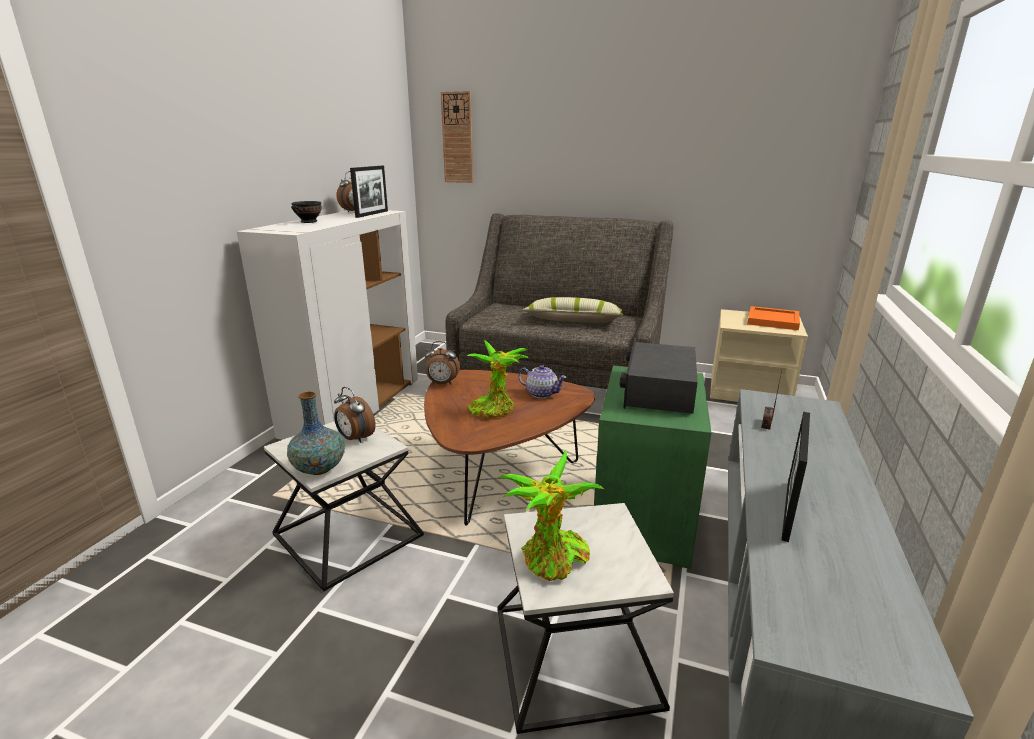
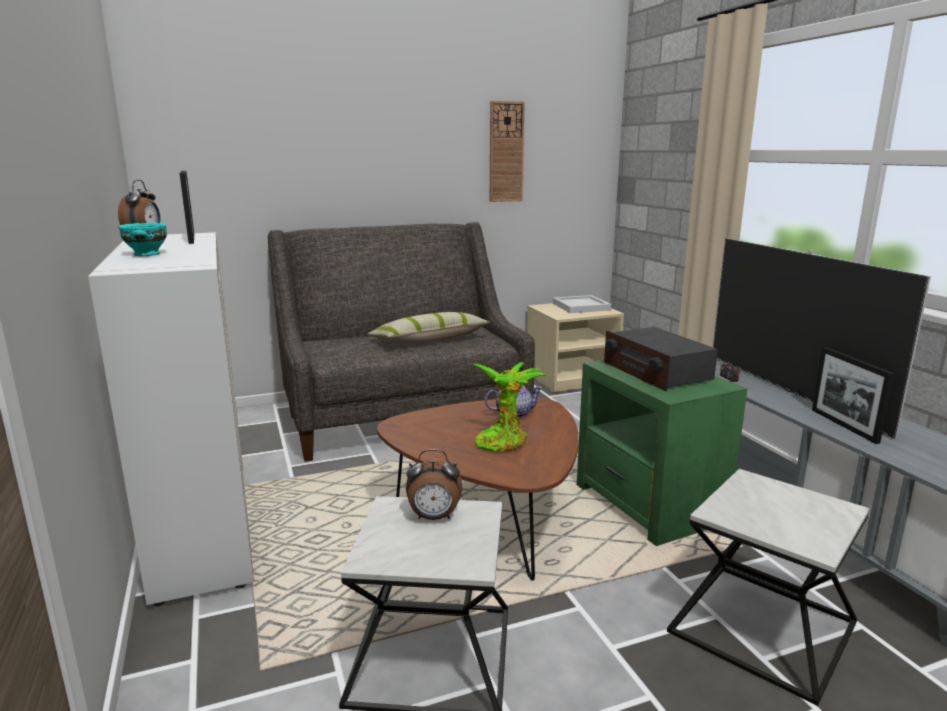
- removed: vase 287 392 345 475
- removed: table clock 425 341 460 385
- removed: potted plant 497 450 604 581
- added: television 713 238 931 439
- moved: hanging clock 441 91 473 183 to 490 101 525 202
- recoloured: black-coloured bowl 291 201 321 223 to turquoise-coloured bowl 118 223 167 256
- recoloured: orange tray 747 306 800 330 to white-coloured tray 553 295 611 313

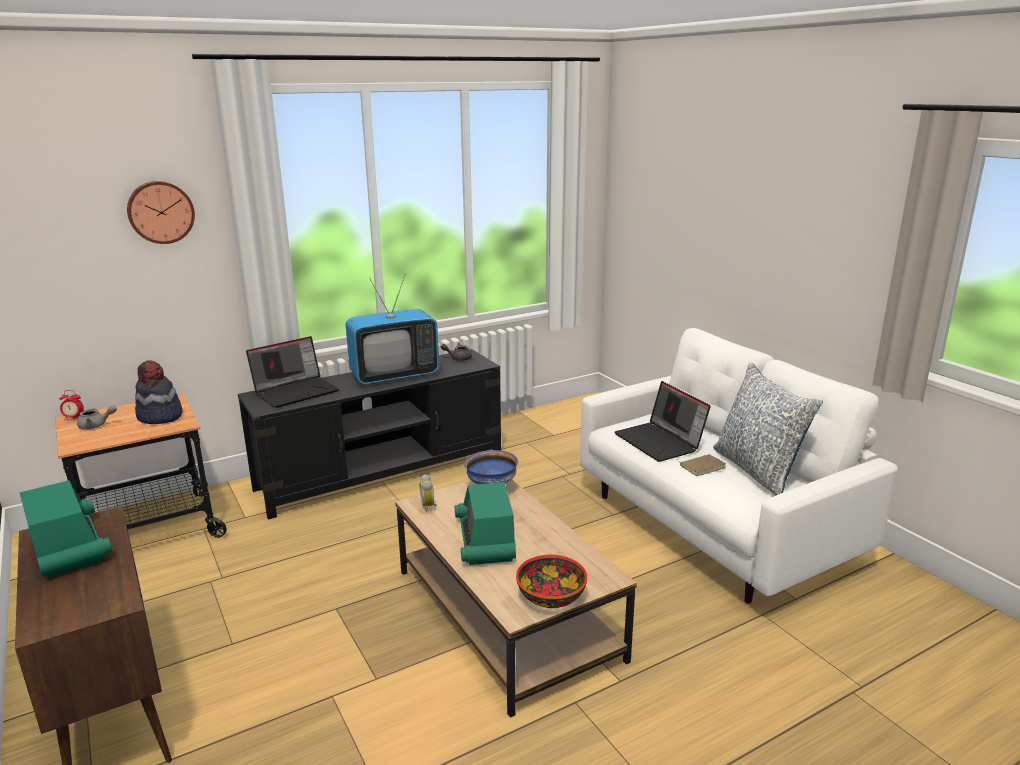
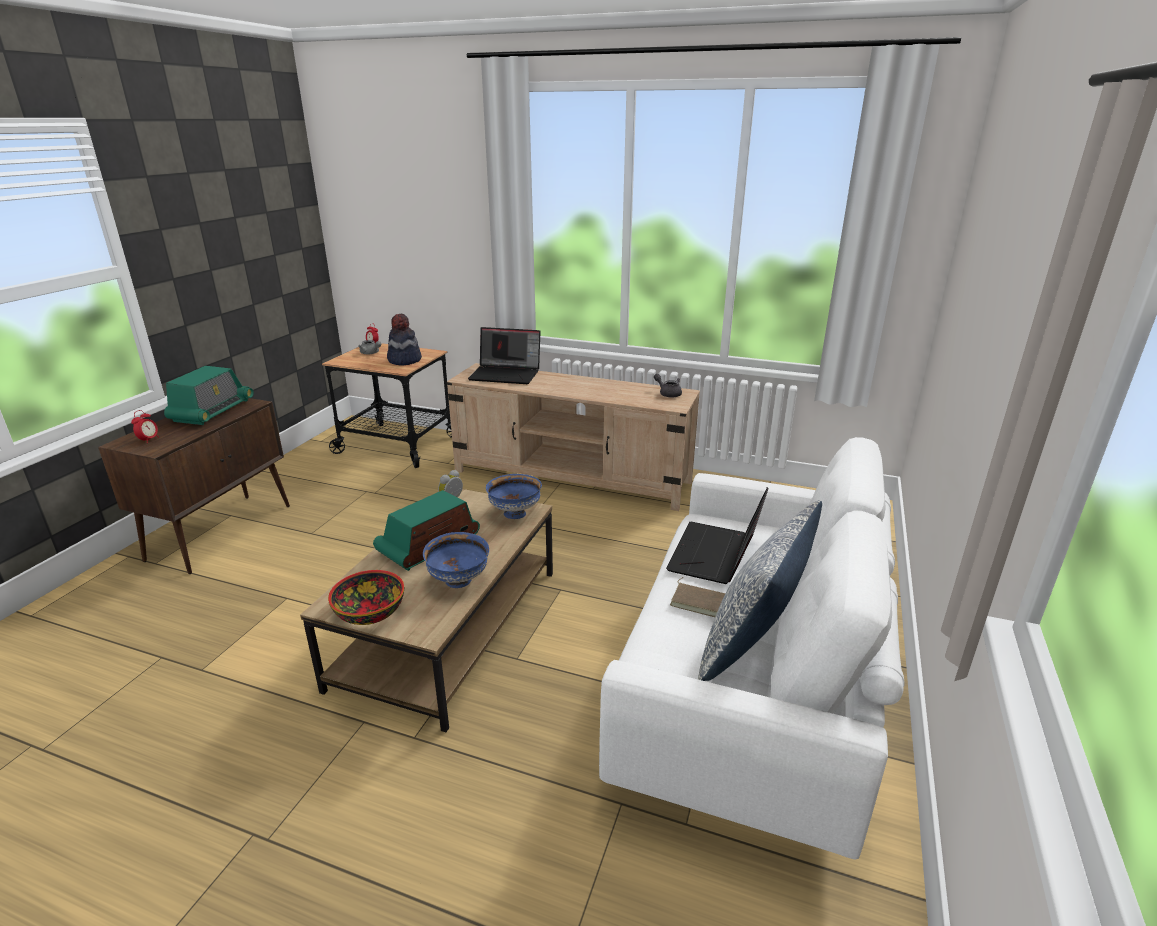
- removed: hanging clock 127 181 195 244
- removed: television 345 274 439 384
- added: table clock 131 410 159 441
- added: blue bowl 423 532 489 588
- recoloured: black-coloured tv stand 238 349 501 520 to beige-coloured tv stand 447 363 700 511

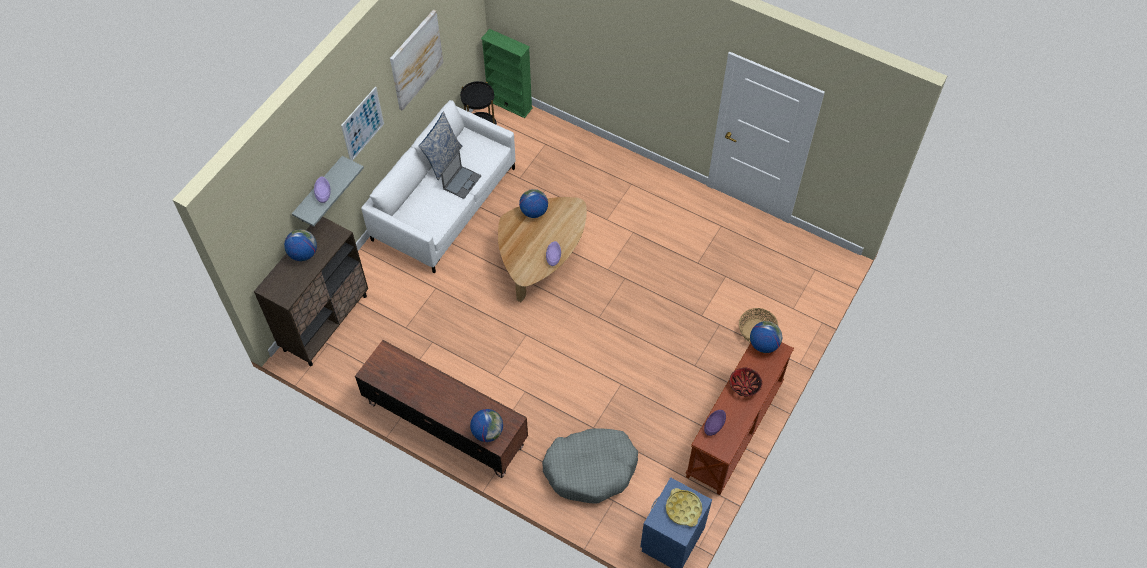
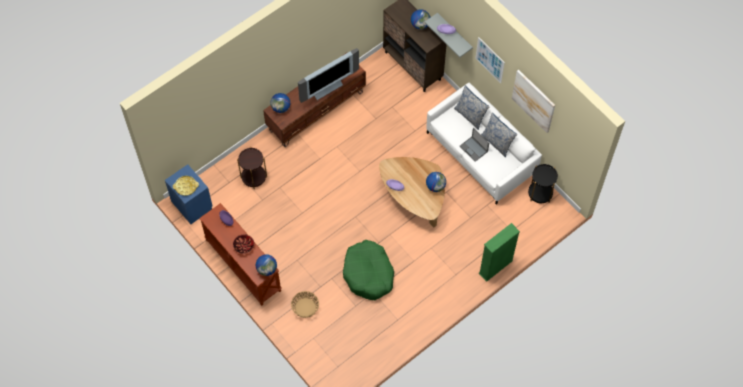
- added: television 298 48 359 103
- added: green-coloured dog cushion 343 240 394 300
- added: pillow 454 86 489 130
- moved: green-coloured bookcase 481 29 533 118 to 479 223 520 282
- replaced: gray dog cushion 542 428 638 503 to brownish end table 237 147 267 189

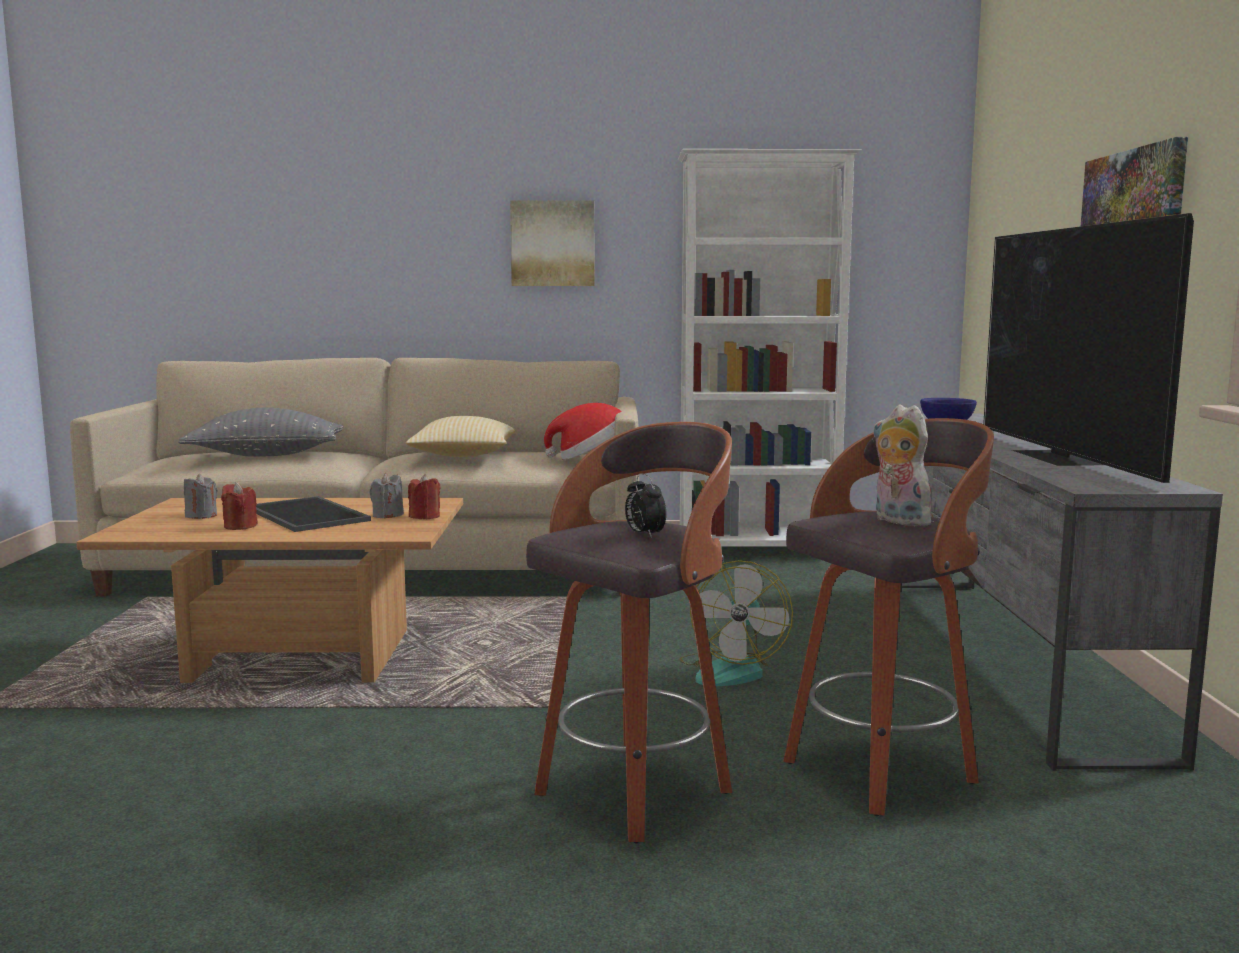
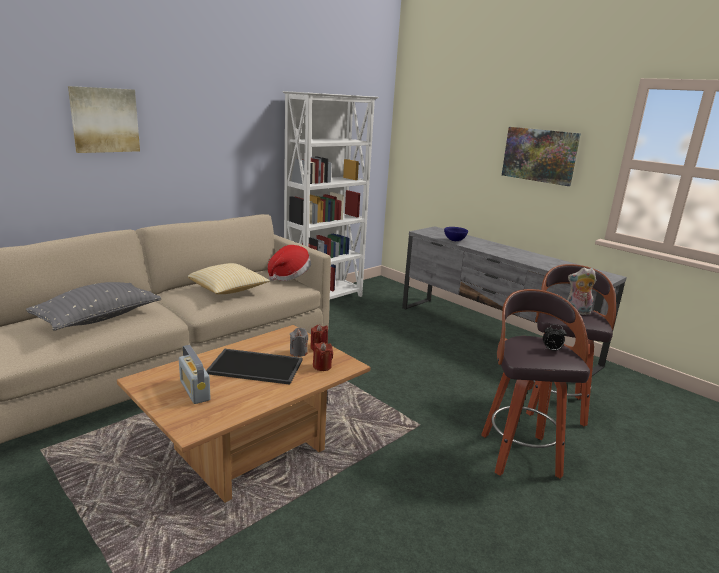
- removed: fan 679 560 793 686
- removed: television 983 213 1194 483
- moved: red wax candle 221 482 258 530 to 313 342 333 371
- moved: picture 510 200 595 286 to 68 86 140 153
- replaced: gray wax candle 184 474 218 519 to radio 179 345 211 404

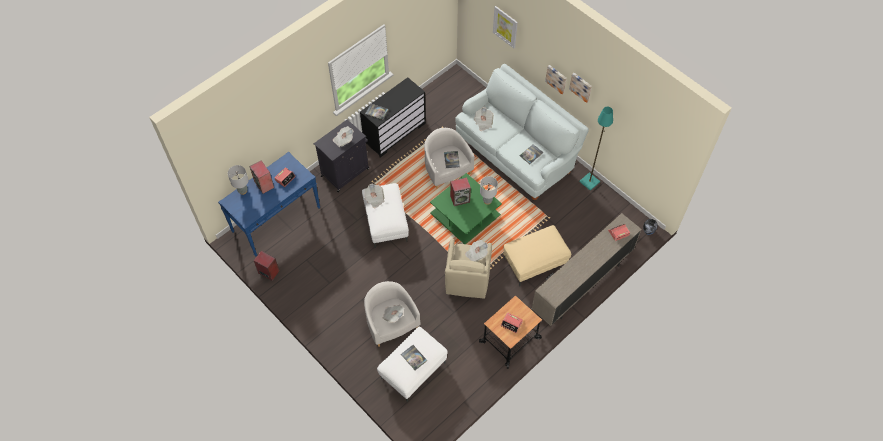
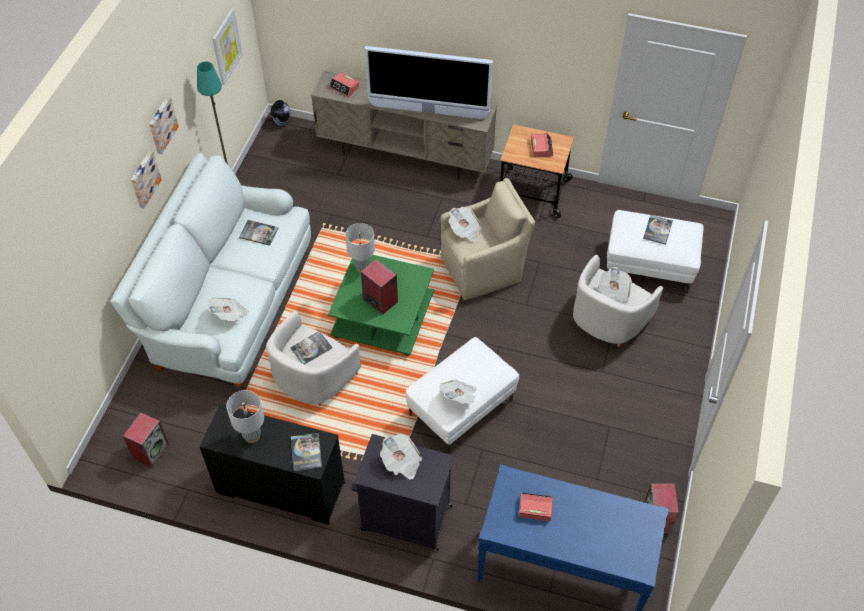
- removed: beige-coloured footrest 504 225 571 286
- added: television 365 46 493 119
- moved: gray table lamp 228 165 248 195 to 226 390 264 443
- moved: speaker 249 160 274 194 to 123 412 169 468
- moved: picture 493 6 518 49 to 212 8 243 85

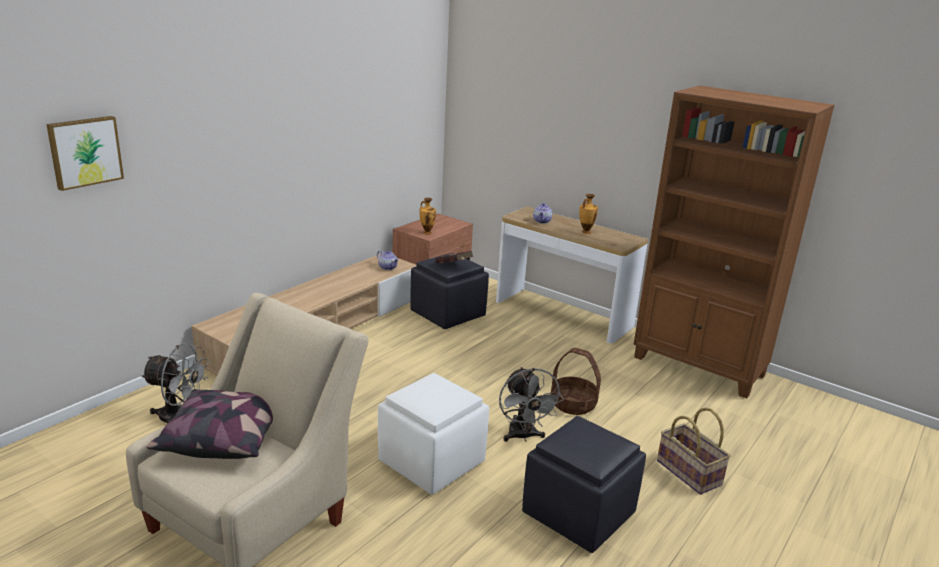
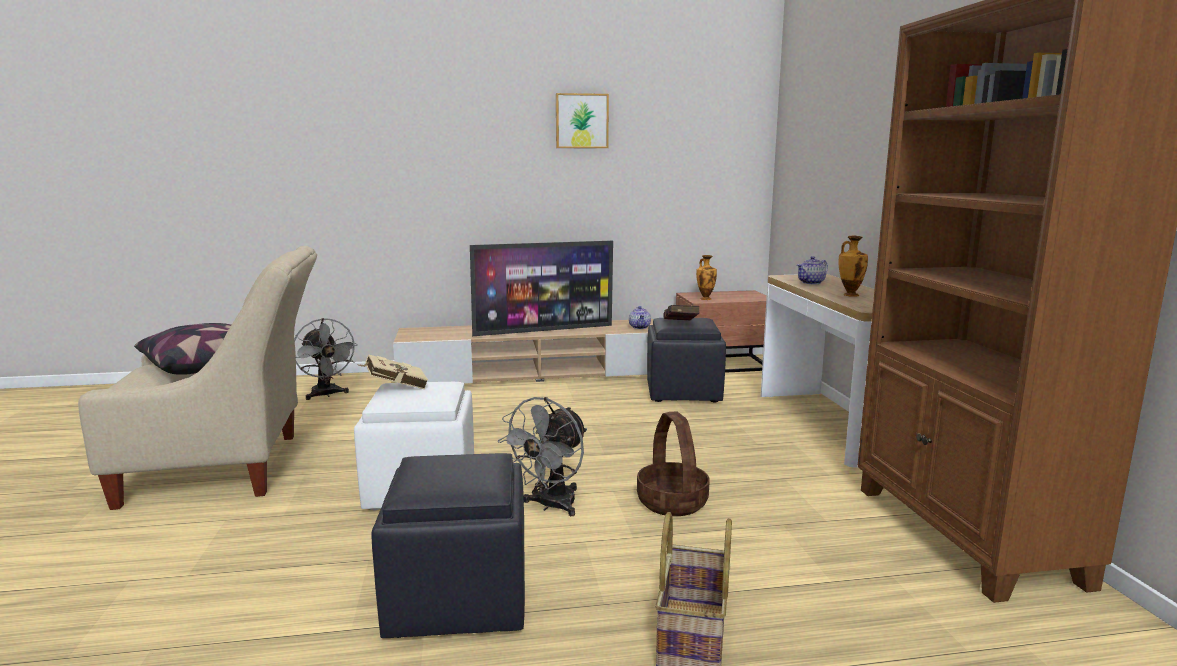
- added: beige-coloured volume 356 354 428 389
- added: television 470 241 613 336
- moved: picture 46 116 124 191 to 556 93 609 148

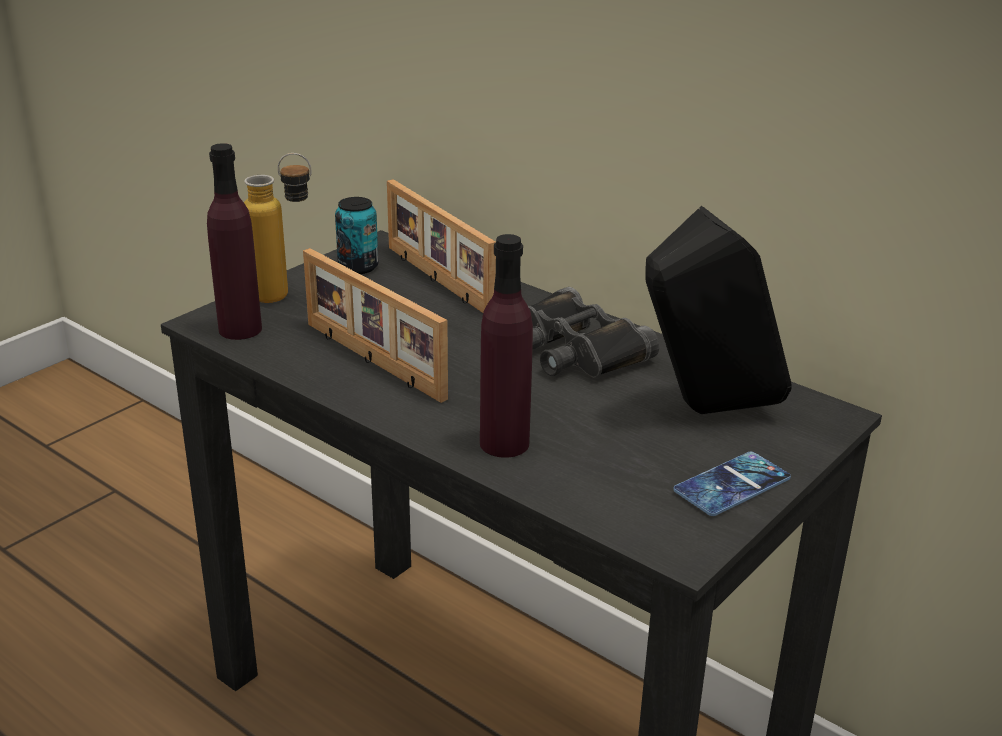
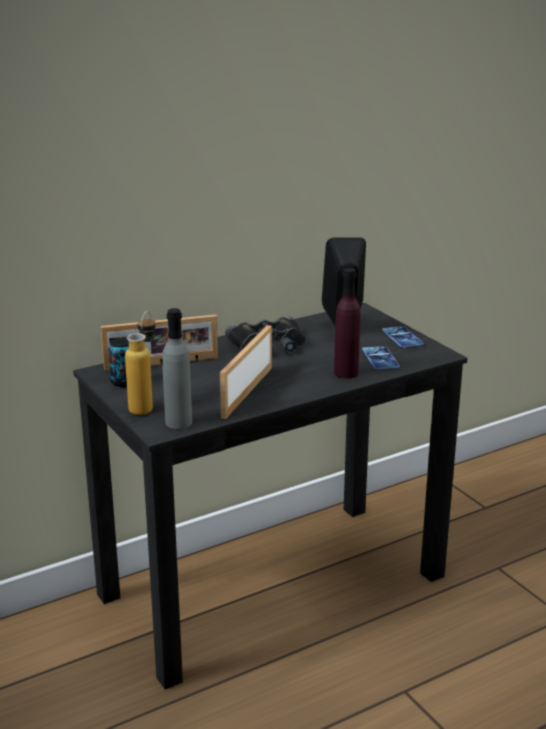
- added: telephone 362 346 400 369
- recoloured: purple bottle 207 143 262 340 to gray bottle 162 308 192 429
- turned: photo frame 303 248 448 403 = 220 325 272 419 135 degrees clockwise

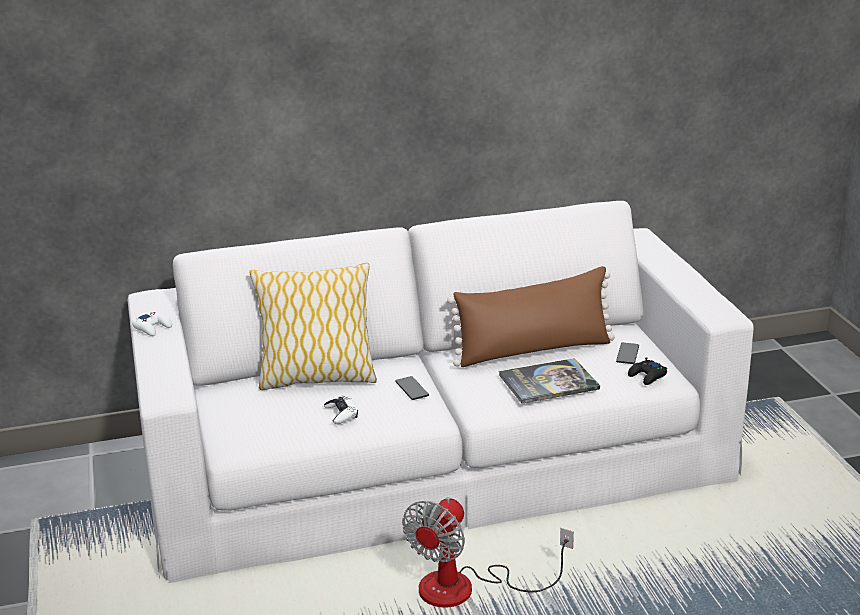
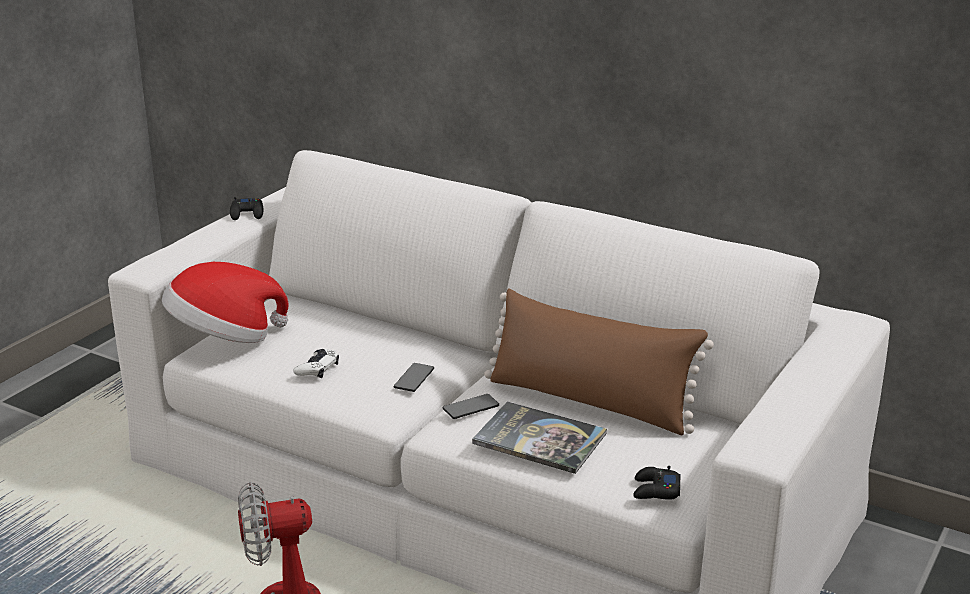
- removed: pillow 249 263 377 390
- added: clothing hat 162 262 289 343
- moved: telephone 616 342 639 364 to 443 394 499 419
- recoloured: white-coloured joypad 132 312 172 336 to black-coloured joypad 230 197 263 220

